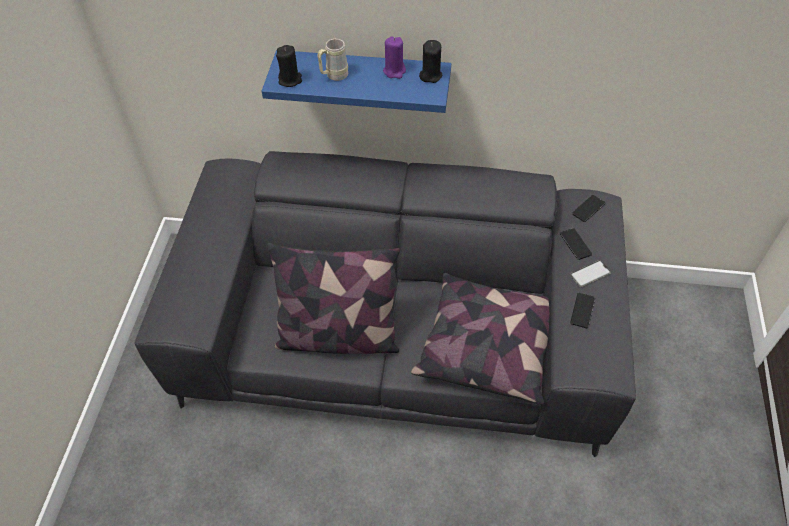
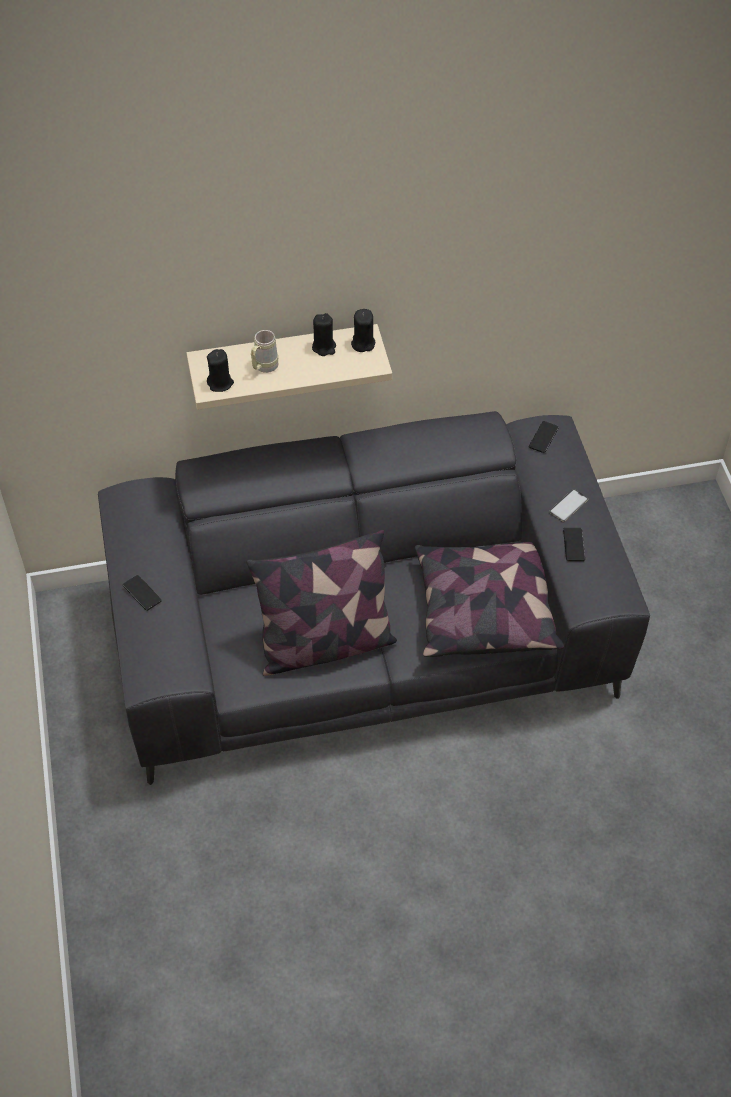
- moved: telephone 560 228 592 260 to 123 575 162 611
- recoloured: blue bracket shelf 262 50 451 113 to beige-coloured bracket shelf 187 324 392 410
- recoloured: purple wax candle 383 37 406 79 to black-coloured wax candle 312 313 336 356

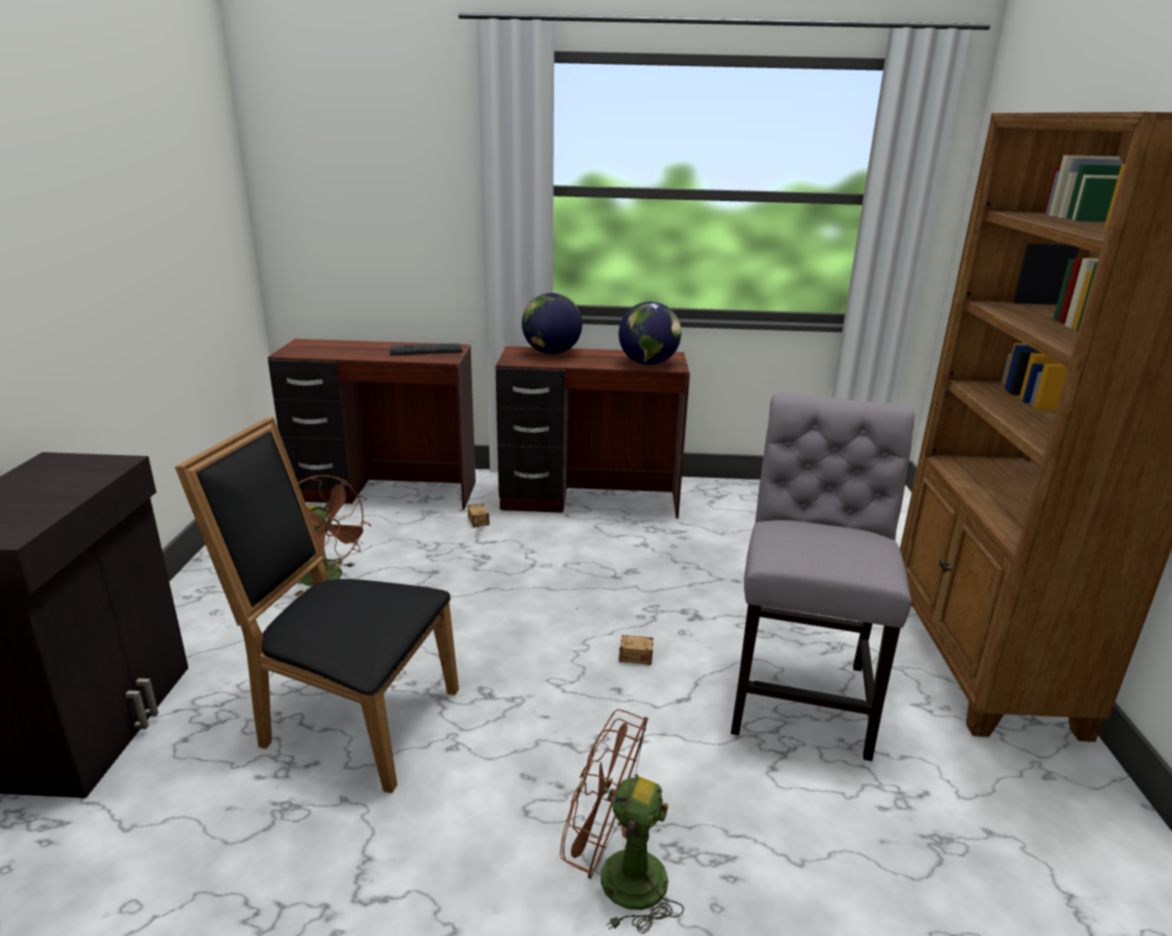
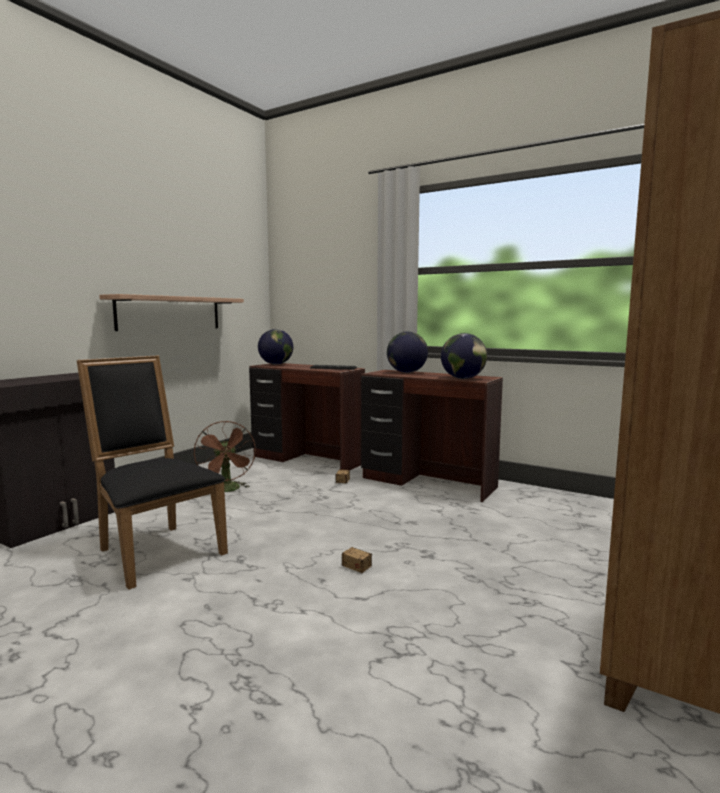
- removed: brownish fan 560 709 684 934
- removed: gray upright chair 731 393 915 761
- added: bracket shelf 99 294 244 331
- added: desk globe 258 329 293 365

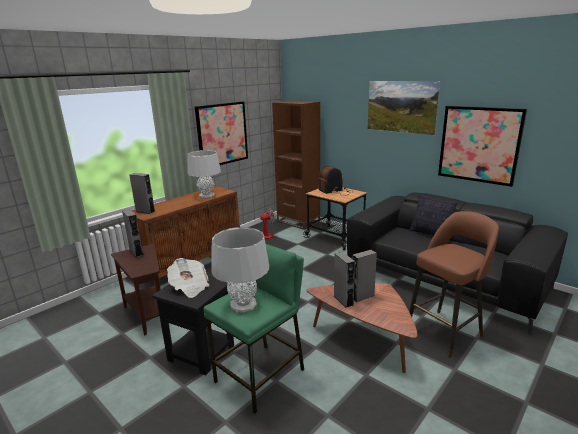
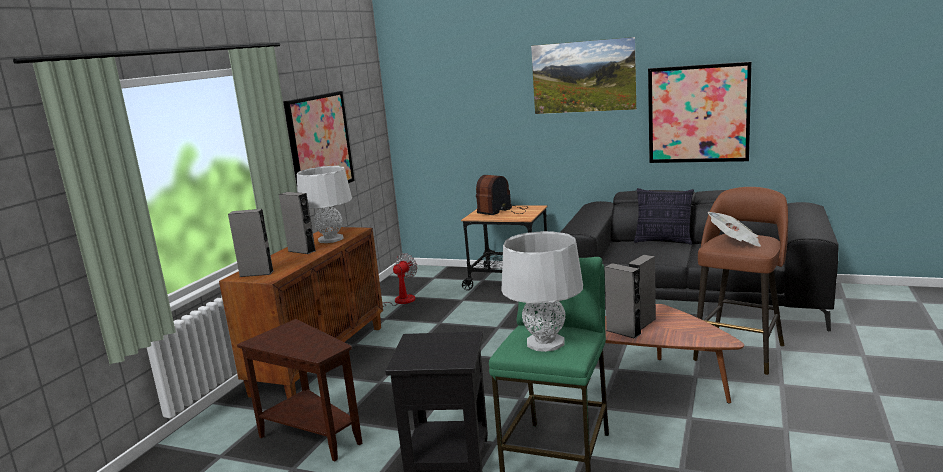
- removed: brownish bookcase 272 100 320 230
- moved: gray speaker 122 209 143 258 to 279 192 315 254
- moved: newspaper 167 258 209 298 to 708 212 761 247

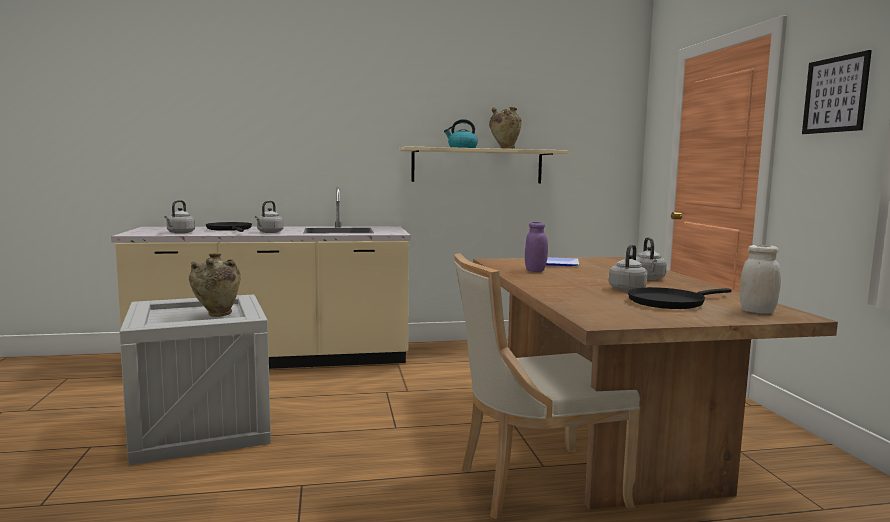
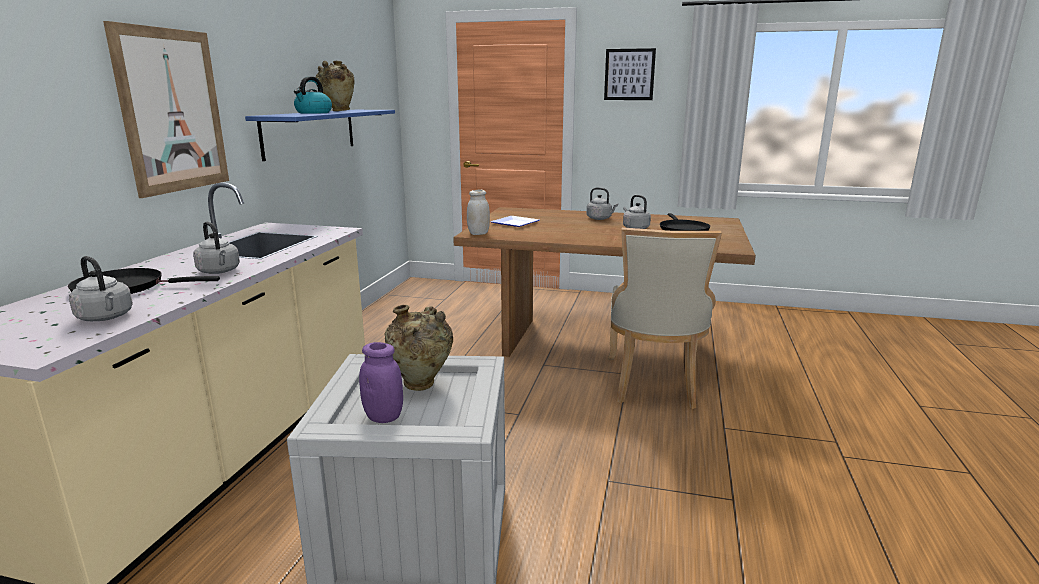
- added: picture 103 21 229 198
- moved: purple jar 525 222 548 272 to 359 342 403 423
- moved: white-coloured jar 739 245 781 314 to 467 190 490 235
- recoloured: beige-coloured bracket shelf 399 146 568 183 to blue bracket shelf 245 110 395 161

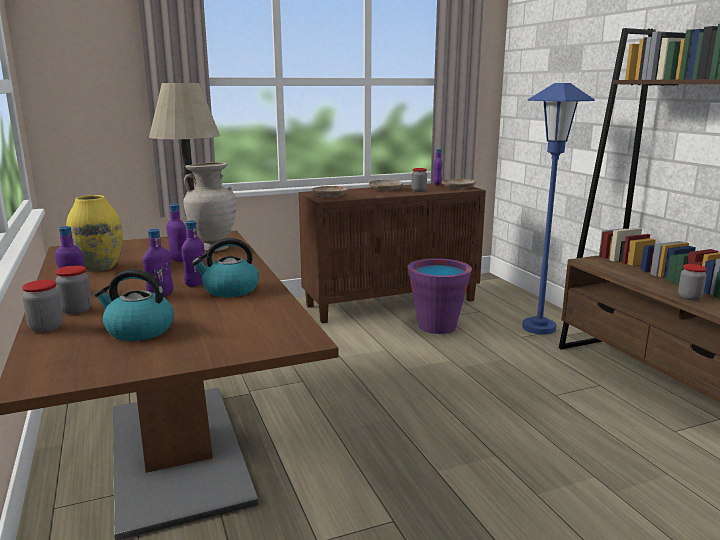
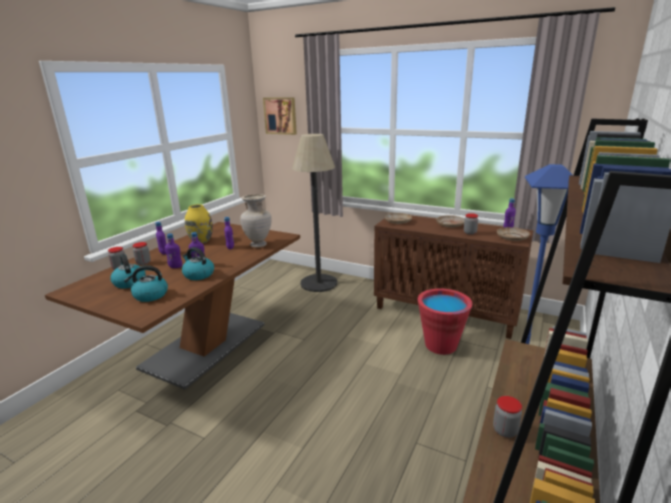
- added: water kettle 124 265 168 302
- added: picture 263 97 297 135
- recoloured: purple water bucket 408 258 472 334 to red water bucket 418 288 472 355

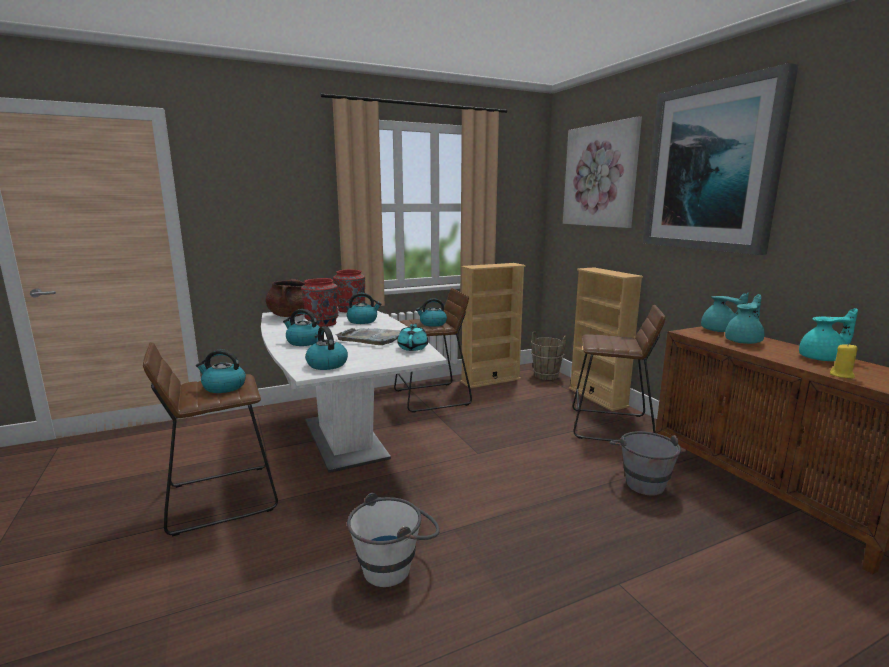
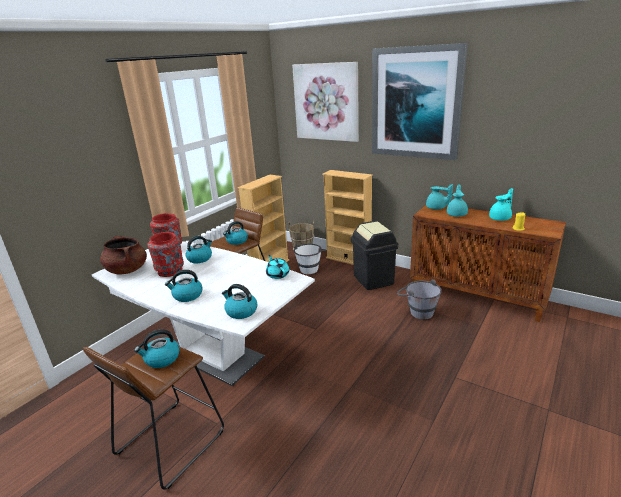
- removed: gray tray 335 328 401 345
- moved: white-coloured water bucket 347 493 440 587 to 294 244 326 274
- replaced: brownish stool 572 305 666 441 to black-coloured waste bin 351 221 398 290

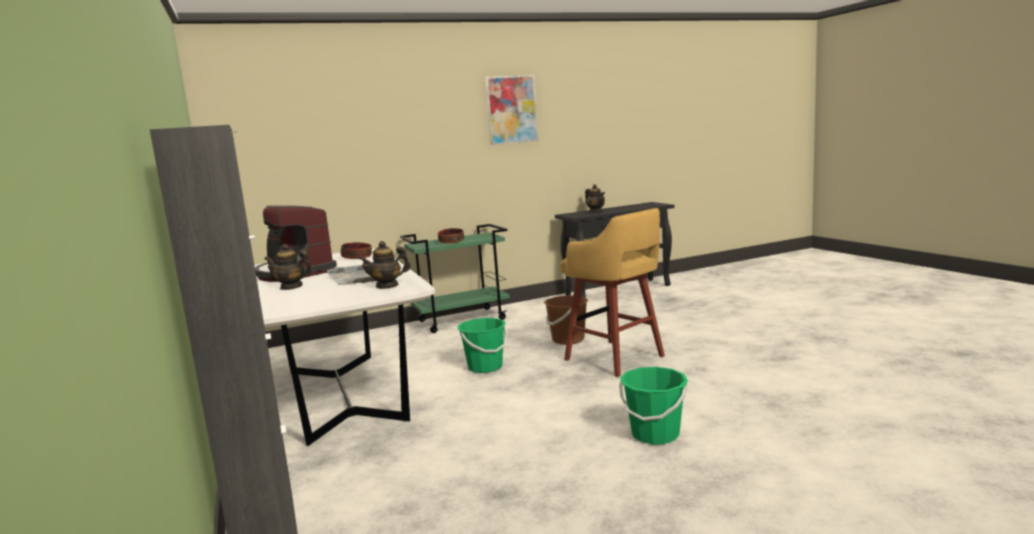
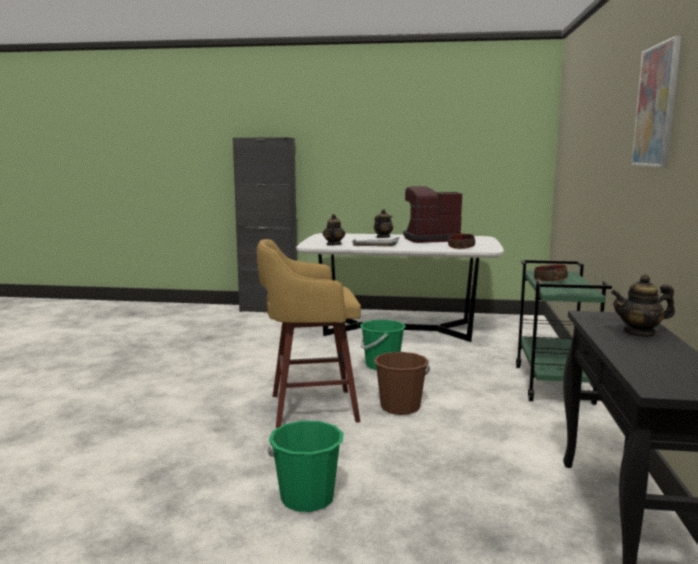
- moved: green-coloured water bucket 619 367 688 445 to 267 421 344 512

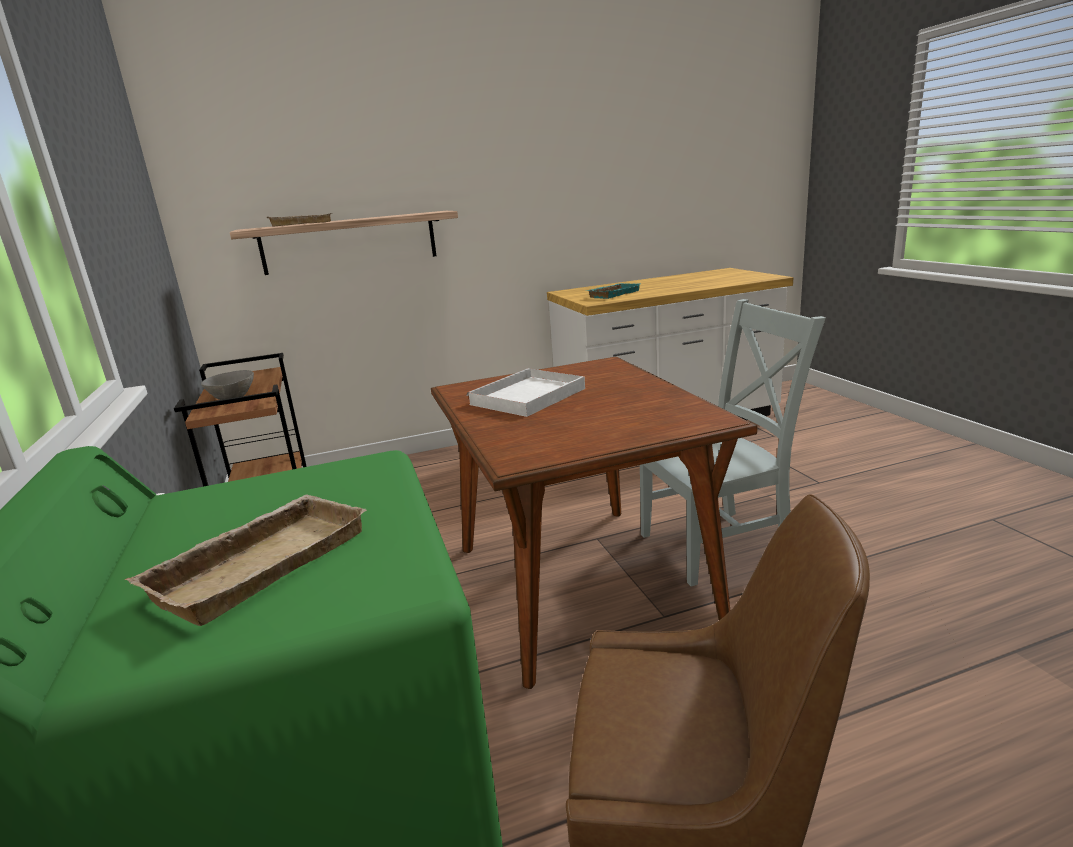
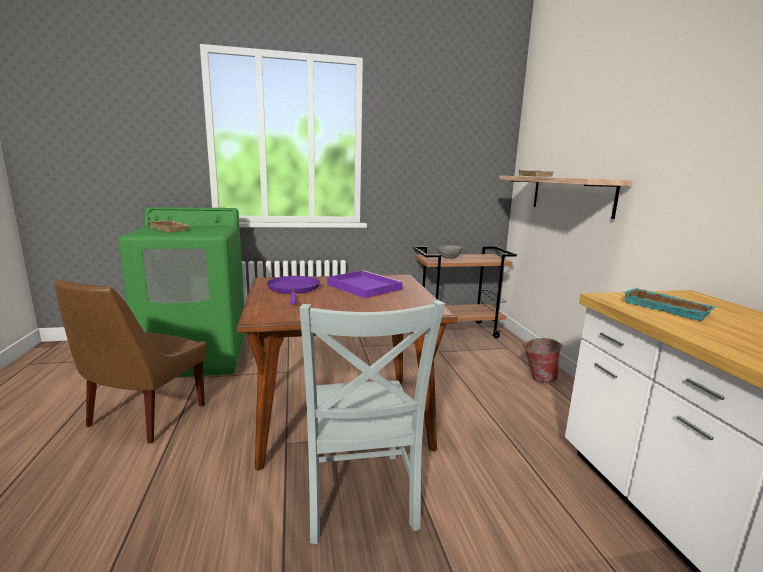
- added: purple skillet 267 276 320 304
- added: water bucket 522 338 562 383
- recoloured: white-coloured tray 467 368 585 417 to purple tray 327 270 404 299

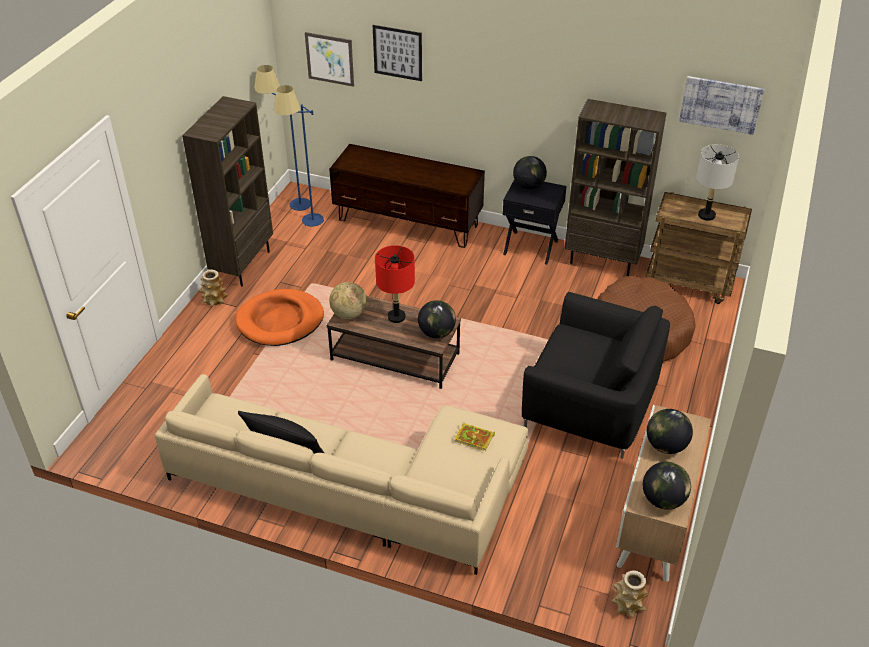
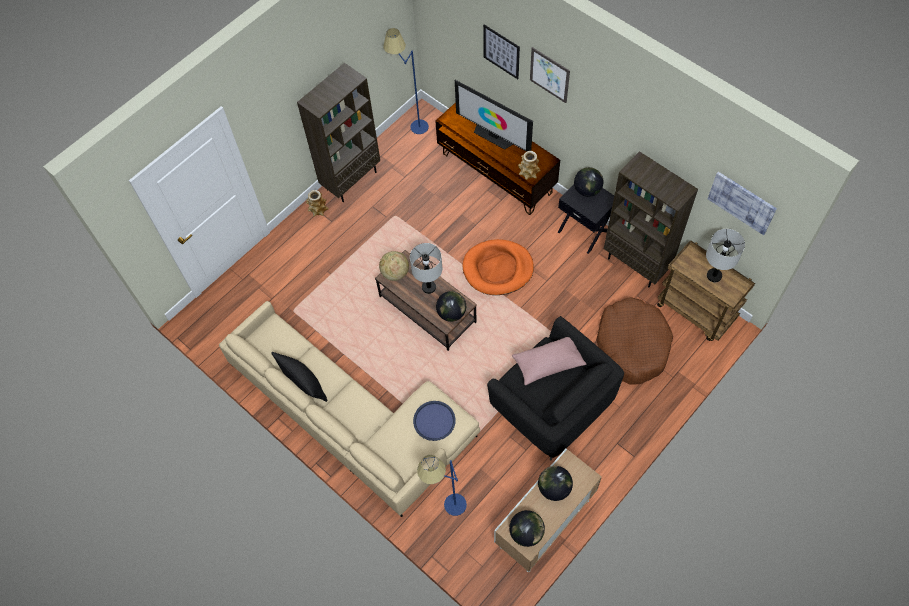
- added: television 455 80 533 152
- added: pink pillow 512 337 586 385
- moved: orange dog cushion 235 289 324 346 to 462 239 534 295
- moved: blue standard lamp 274 85 324 227 to 417 455 467 516
- moved: picture 305 32 354 87 to 530 47 570 103
- moved: vase 612 570 649 618 to 518 151 541 180
- replaced: volume 455 422 495 451 to blue tray 413 401 456 441
- recoloured: red table lamp 375 245 415 323 to gray table lamp 410 243 442 294

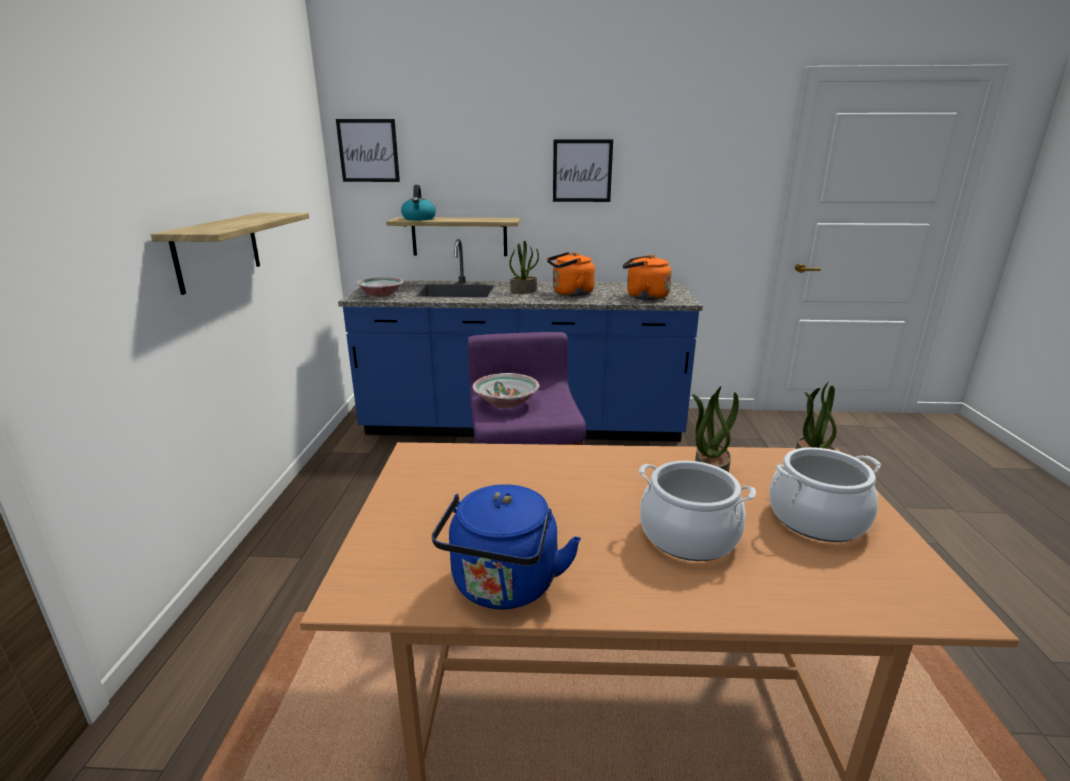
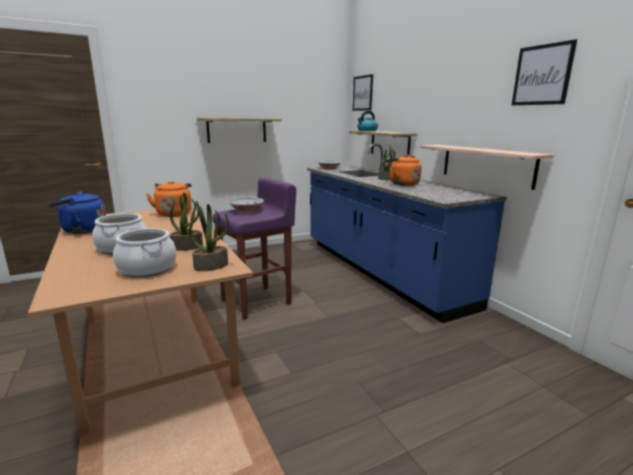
- added: bracket shelf 420 145 554 190
- moved: picture 553 139 613 202 to 512 39 577 105
- moved: orange water kettle 623 255 672 300 to 146 181 192 217

